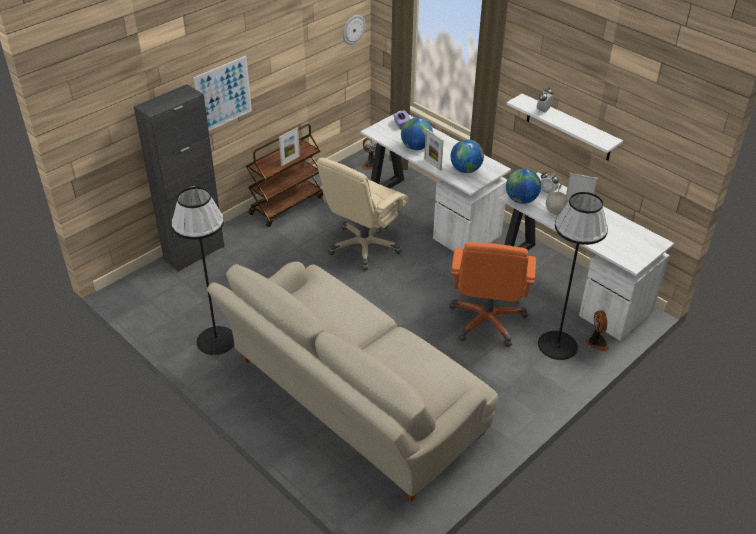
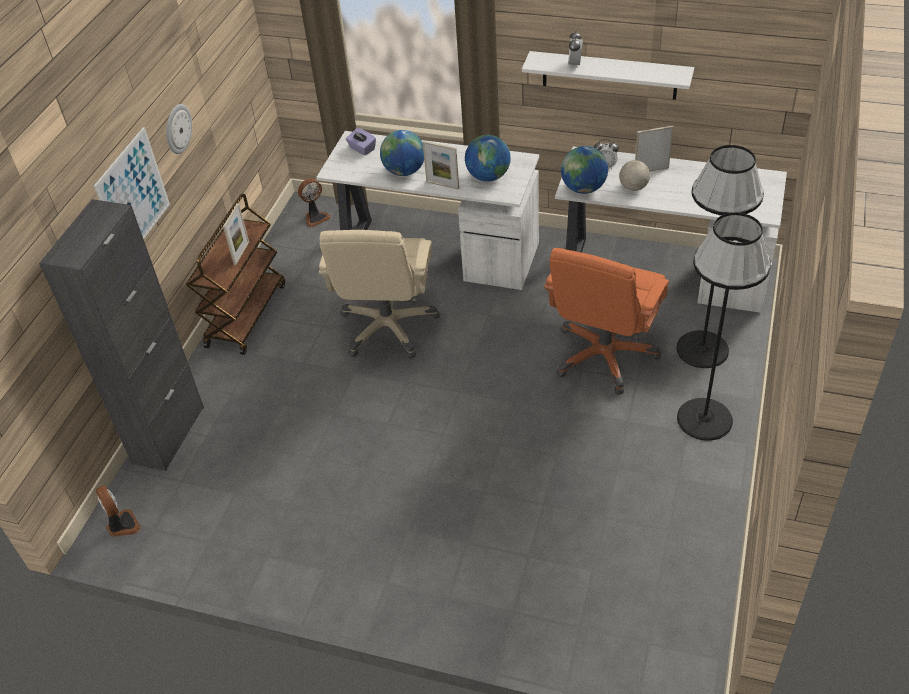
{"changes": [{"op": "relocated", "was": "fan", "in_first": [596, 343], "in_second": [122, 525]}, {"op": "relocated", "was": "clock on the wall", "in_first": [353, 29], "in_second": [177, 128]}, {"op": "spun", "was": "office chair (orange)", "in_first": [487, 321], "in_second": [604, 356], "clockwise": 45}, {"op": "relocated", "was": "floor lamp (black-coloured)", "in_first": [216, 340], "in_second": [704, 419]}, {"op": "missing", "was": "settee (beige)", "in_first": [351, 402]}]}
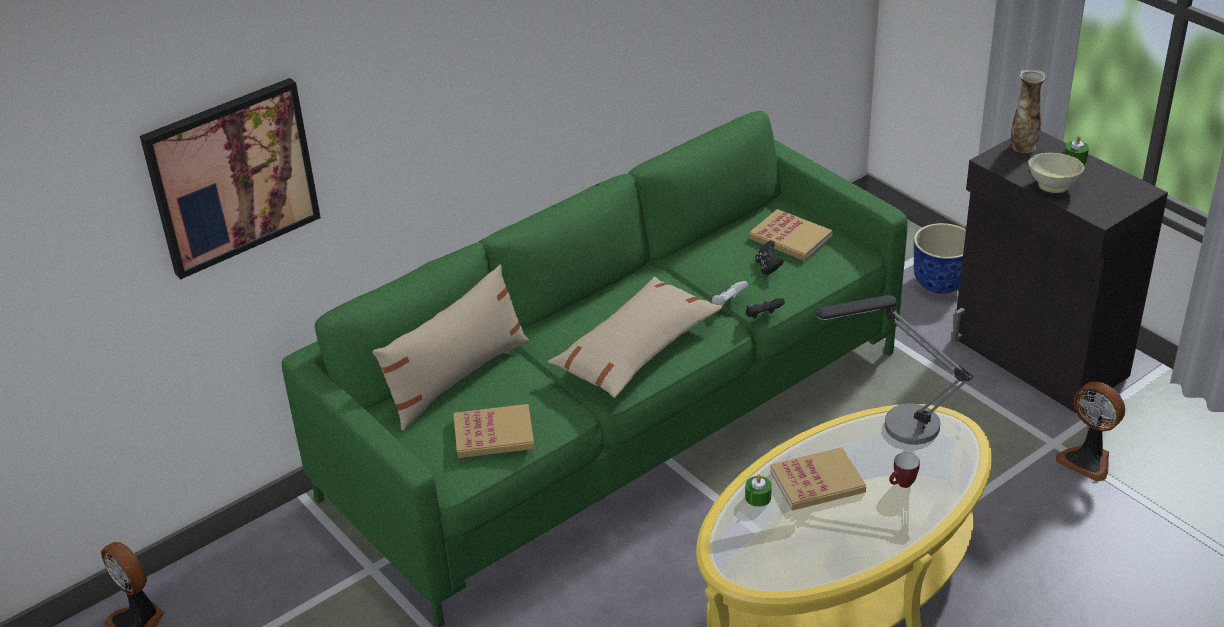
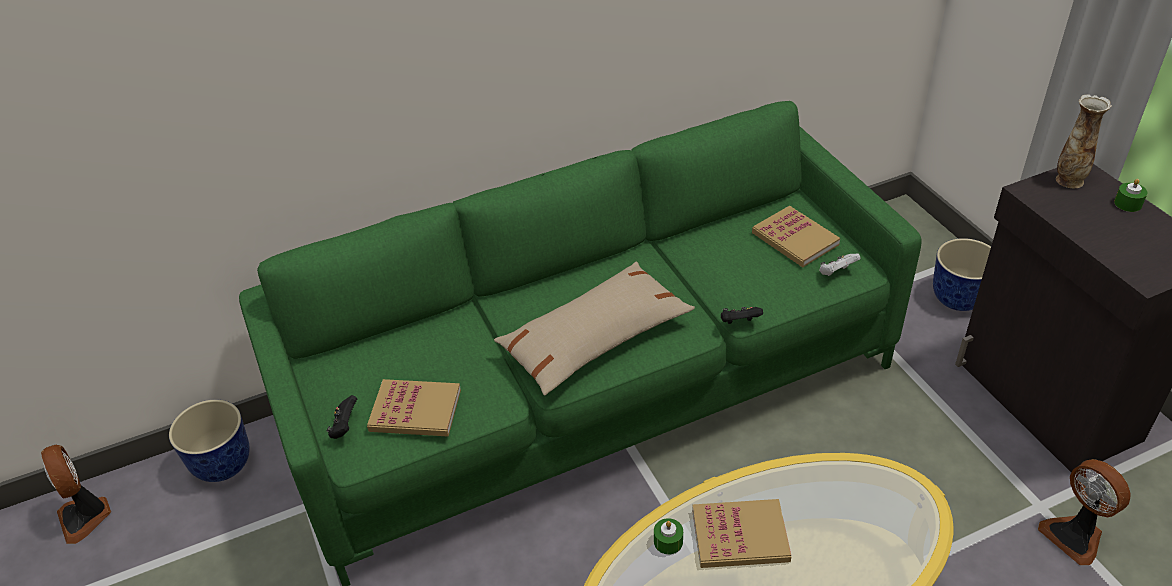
{"changes": [{"op": "appeared", "now": "flower pot", "in_second": [223, 464]}, {"op": "relocated", "was": "joypad (black-coloured)", "in_first": [768, 267], "in_second": [344, 427]}, {"op": "relocated", "was": "joypad (white-coloured)", "in_first": [728, 302], "in_second": [836, 272]}, {"op": "missing", "was": "wall picture", "in_first": [232, 176]}, {"op": "missing", "was": "throw pillow (beige)", "in_first": [456, 378]}, {"op": "missing", "was": "tabletop lamp", "in_first": [894, 427]}, {"op": "missing", "was": "mug", "in_first": [902, 485]}, {"op": "missing", "was": "serving bowl (beige)", "in_first": [1053, 186]}]}
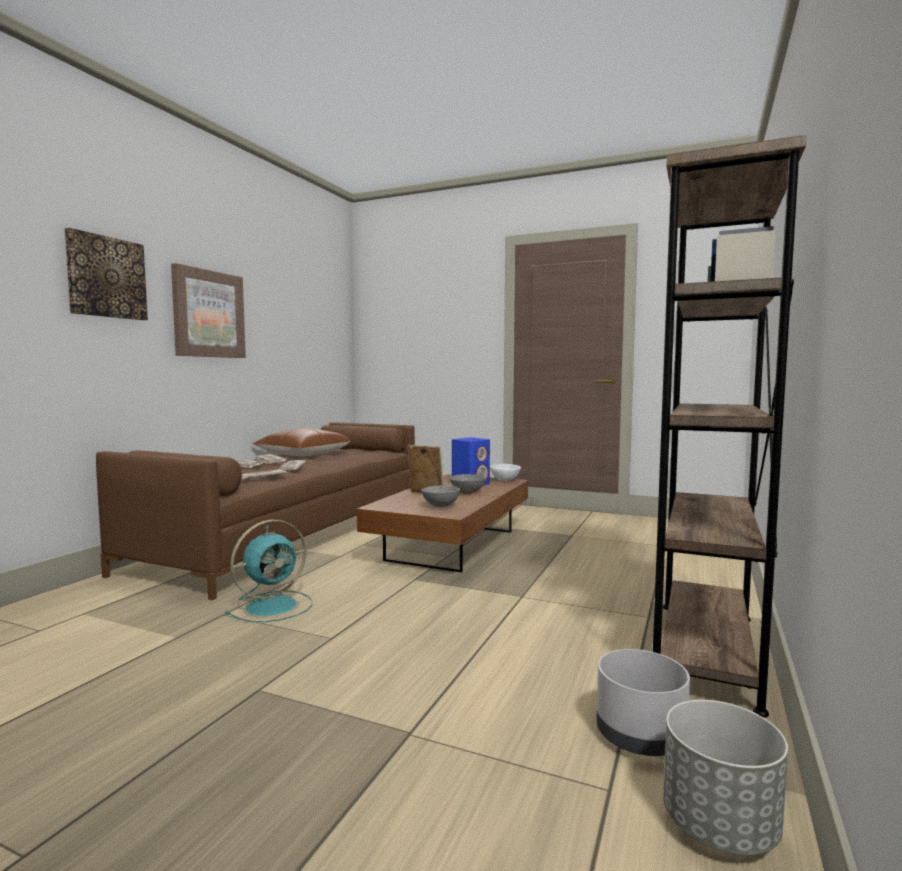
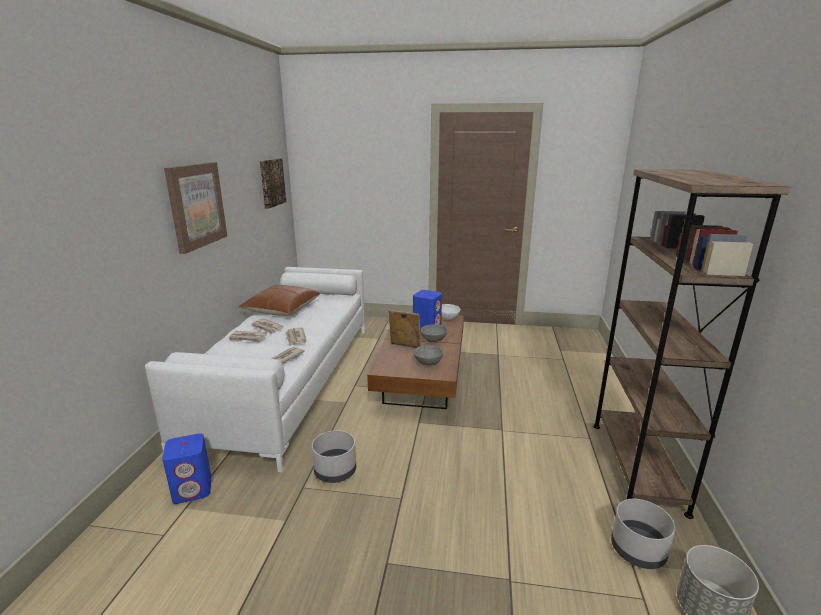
{"changes": [{"op": "colour", "was": "settee (brownish)", "now": "settee (white-coloured)", "in_first": [291, 534], "in_second": [288, 380]}, {"op": "appeared", "now": "loudspeaker (bluish)", "in_second": [193, 489]}, {"op": "relocated", "was": "wall picture", "in_first": [106, 277], "in_second": [271, 182]}, {"op": "exchanged", "was": "fan (turquoise-coloured)", "now": "flower pot (grey)", "in_first": [274, 606], "in_second": [335, 471]}]}
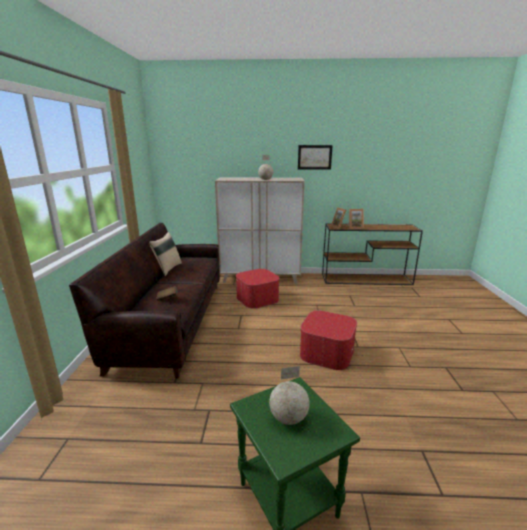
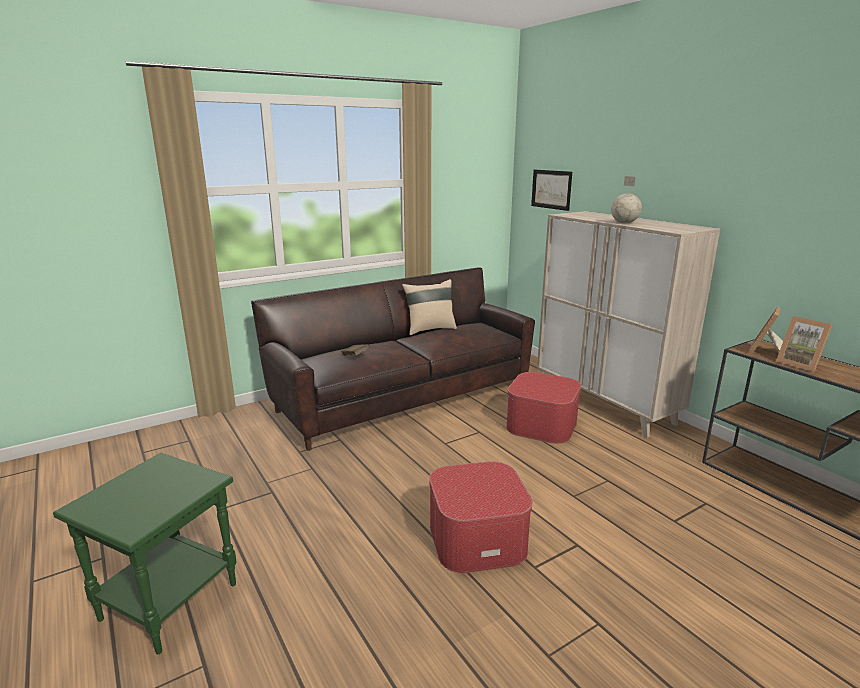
{"changes": [{"op": "relocated", "was": "wall picture", "in_first": [314, 157], "in_second": [551, 189]}, {"op": "missing", "was": "world globe", "in_first": [289, 418]}]}
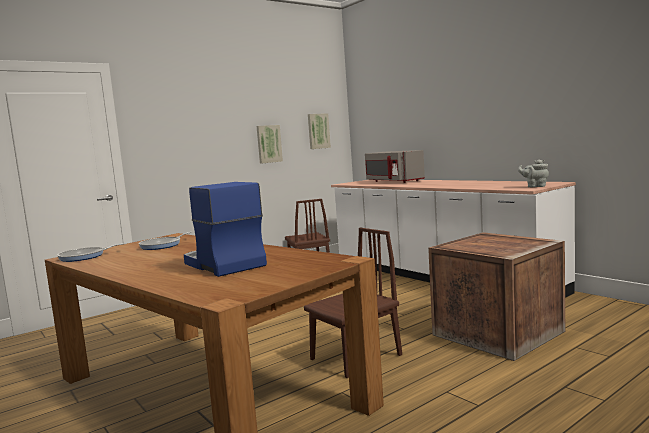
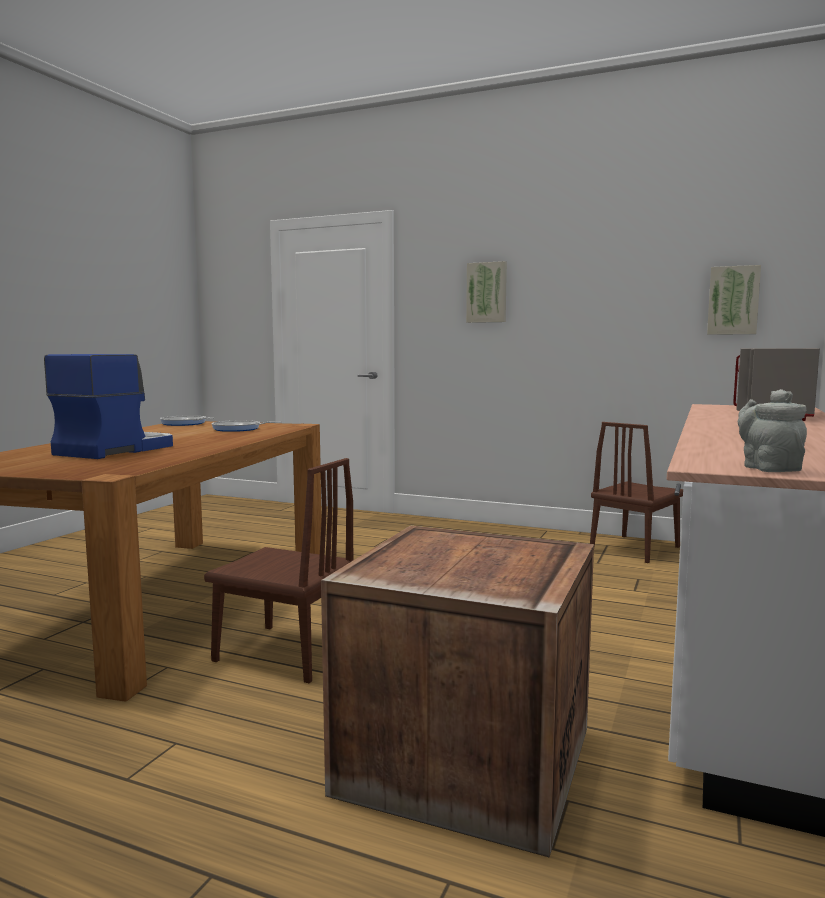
{"changes": [{"op": "relocated", "was": "wall picture", "in_first": [268, 144], "in_second": [487, 292]}]}
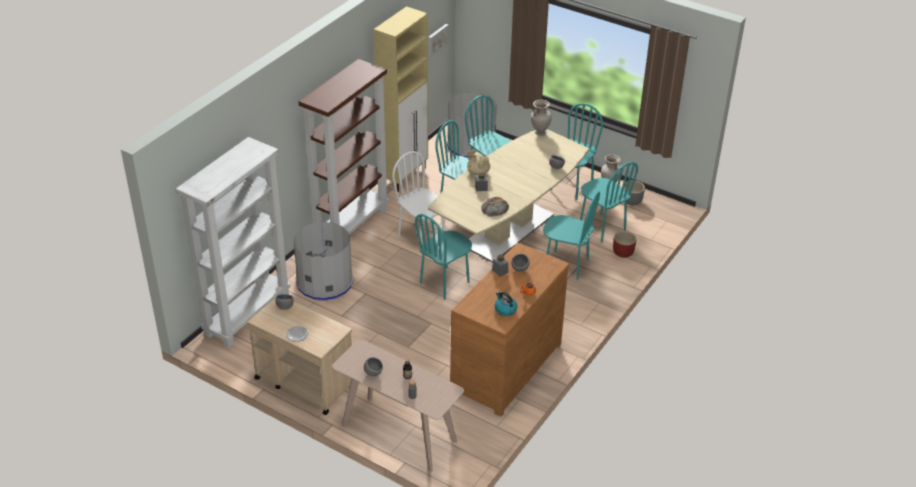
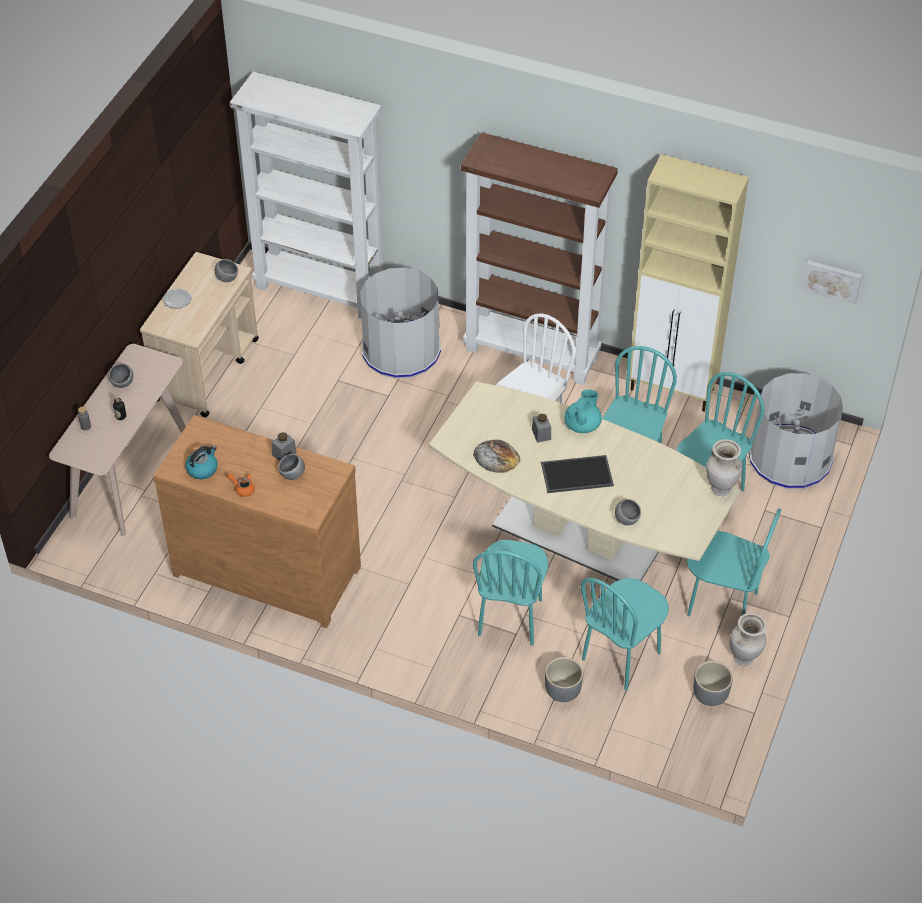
{"changes": [{"op": "appeared", "now": "carrying tray", "in_second": [576, 475]}, {"op": "colour", "was": "flower pot (reddish)", "now": "flower pot (grey)", "in_first": [623, 253], "in_second": [562, 691]}, {"op": "colour", "was": "tea pot (beige)", "now": "tea pot (turquoise-coloured)", "in_first": [478, 172], "in_second": [582, 425]}, {"op": "missing", "was": "chair (turquoise-coloured)", "in_first": [445, 283]}]}
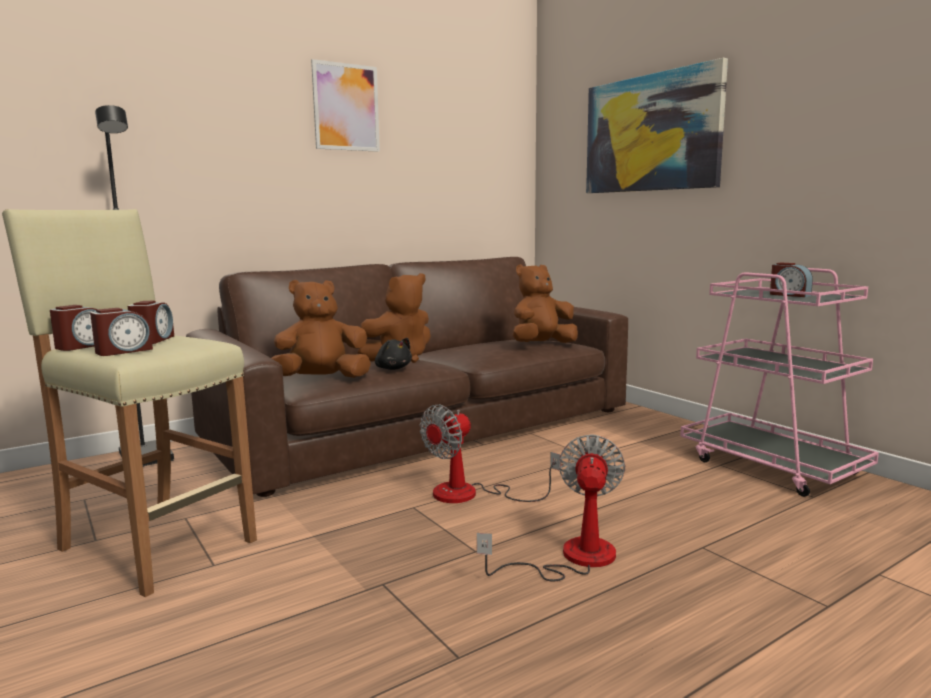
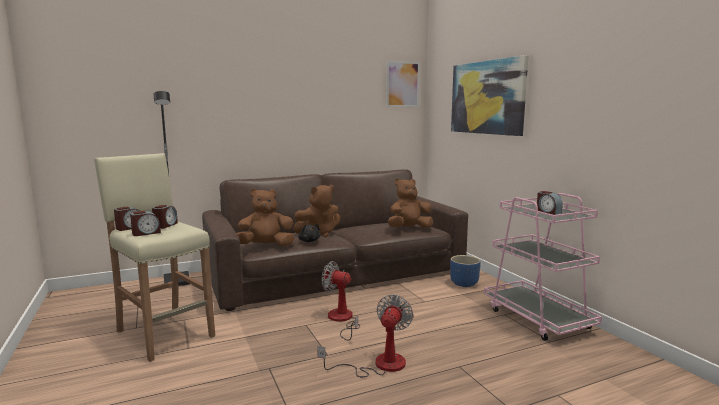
{"changes": [{"op": "spun", "was": "fan", "in_first": [471, 494], "in_second": [342, 320], "clockwise": 60}, {"op": "relocated", "was": "wall picture", "in_first": [346, 107], "in_second": [402, 84]}, {"op": "appeared", "now": "flower pot (bluish)", "in_second": [464, 284]}]}
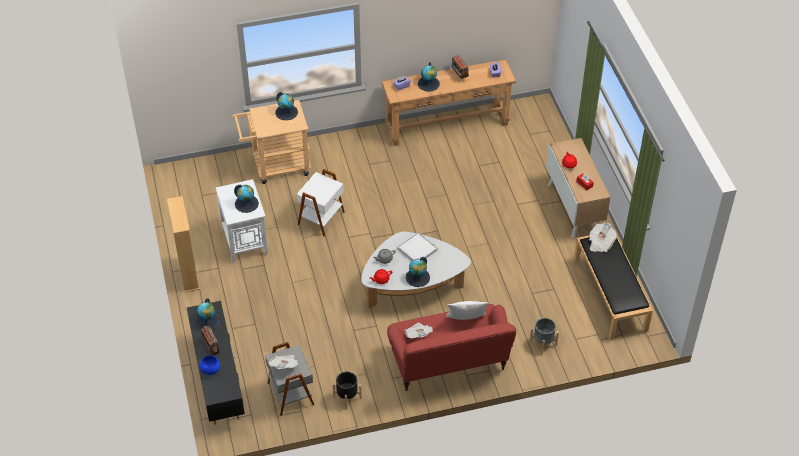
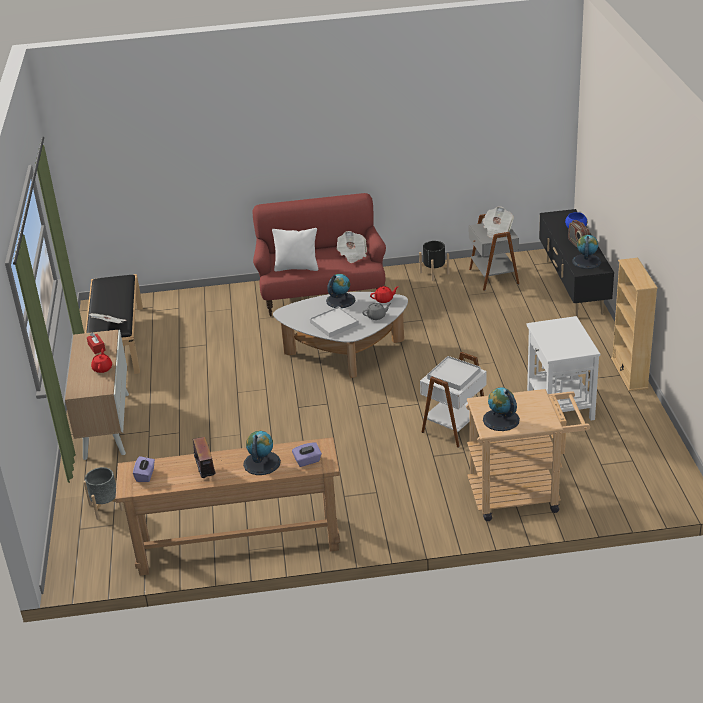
{"changes": [{"op": "relocated", "was": "flower pot (grey)", "in_first": [543, 343], "in_second": [106, 507]}, {"op": "appeared", "now": "carrying tray (white-coloured)", "in_second": [454, 375]}, {"op": "missing", "was": "world globe", "in_first": [246, 203]}]}
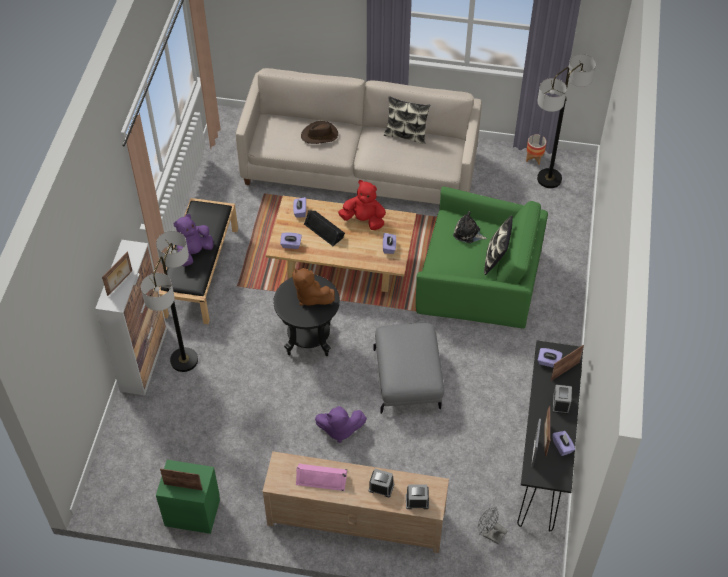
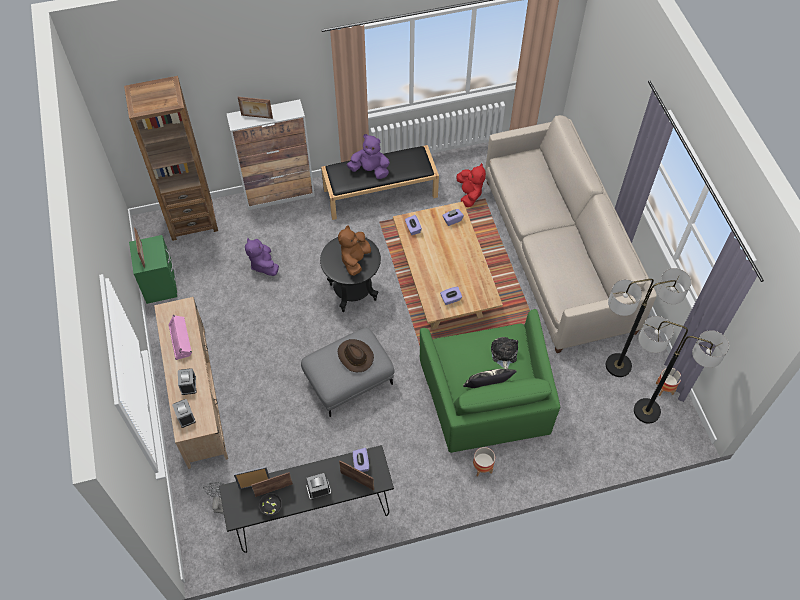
{"changes": [{"op": "appeared", "now": "bookcase (brownish)", "in_second": [192, 220]}, {"op": "relocated", "was": "plush toy (purple-coloured)", "in_first": [339, 430], "in_second": [263, 264]}, {"op": "exchanged", "was": "tissue holder (purple-coloured)", "now": "serving bowl (black-coloured)", "in_first": [562, 447], "in_second": [271, 507]}, {"op": "relocated", "was": "clothing hat (brownish)", "in_first": [320, 135], "in_second": [355, 356]}, {"op": "relocated", "was": "plush toy (reddish)", "in_first": [364, 220], "in_second": [469, 194]}, {"op": "appeared", "now": "flower pot", "in_second": [482, 468]}, {"op": "relocated", "was": "floor lamp", "in_first": [184, 360], "in_second": [618, 365]}, {"op": "missing", "was": "loudspeaker (black-coloured)", "in_first": [324, 230]}, {"op": "missing", "was": "throw pillow", "in_first": [406, 135]}]}
